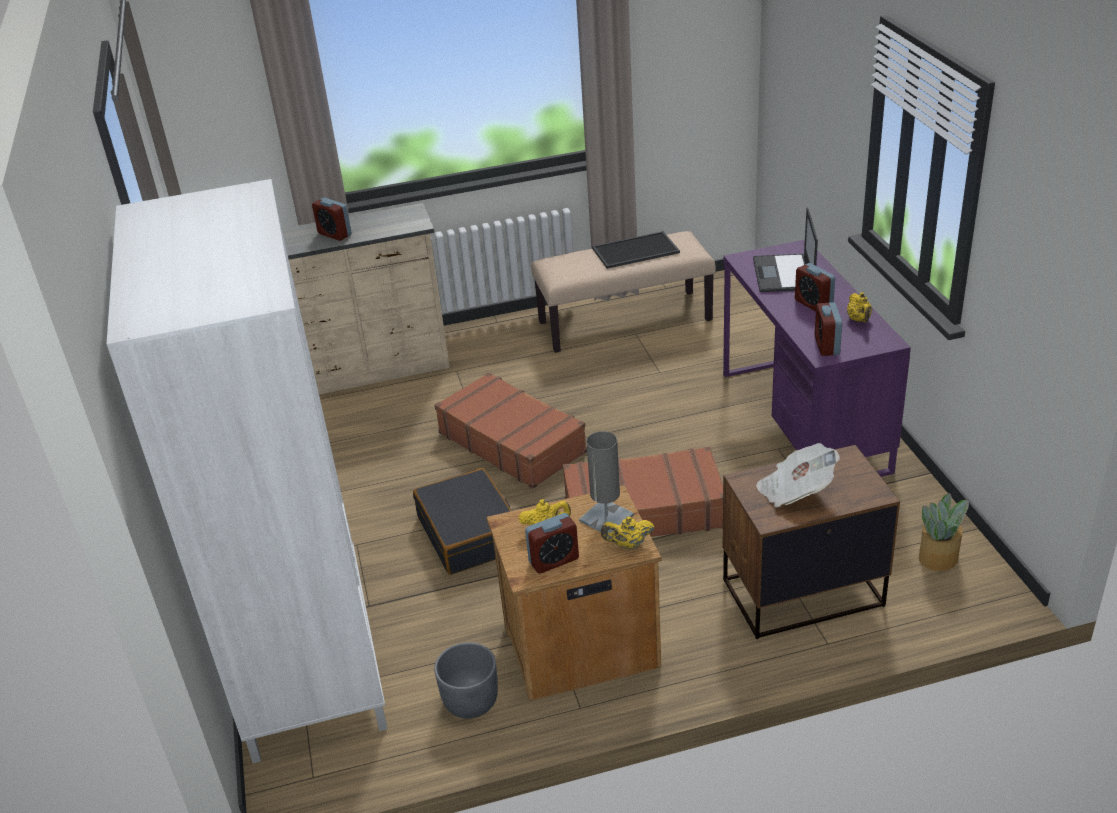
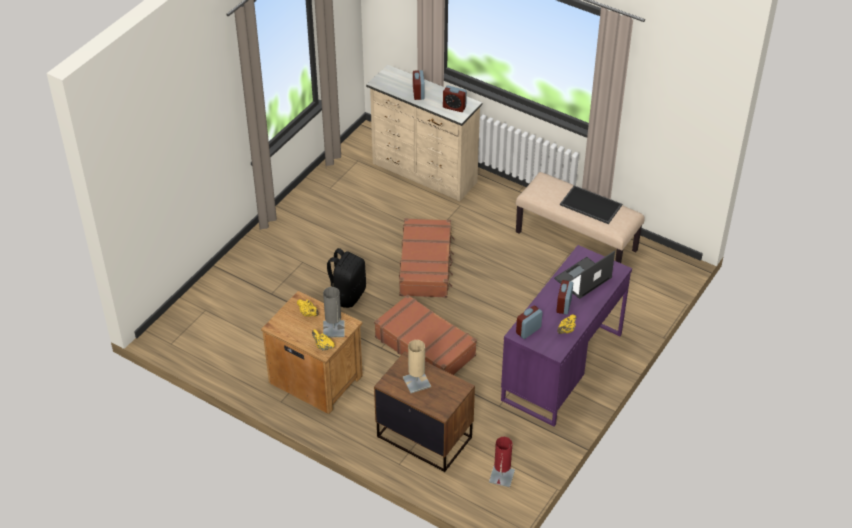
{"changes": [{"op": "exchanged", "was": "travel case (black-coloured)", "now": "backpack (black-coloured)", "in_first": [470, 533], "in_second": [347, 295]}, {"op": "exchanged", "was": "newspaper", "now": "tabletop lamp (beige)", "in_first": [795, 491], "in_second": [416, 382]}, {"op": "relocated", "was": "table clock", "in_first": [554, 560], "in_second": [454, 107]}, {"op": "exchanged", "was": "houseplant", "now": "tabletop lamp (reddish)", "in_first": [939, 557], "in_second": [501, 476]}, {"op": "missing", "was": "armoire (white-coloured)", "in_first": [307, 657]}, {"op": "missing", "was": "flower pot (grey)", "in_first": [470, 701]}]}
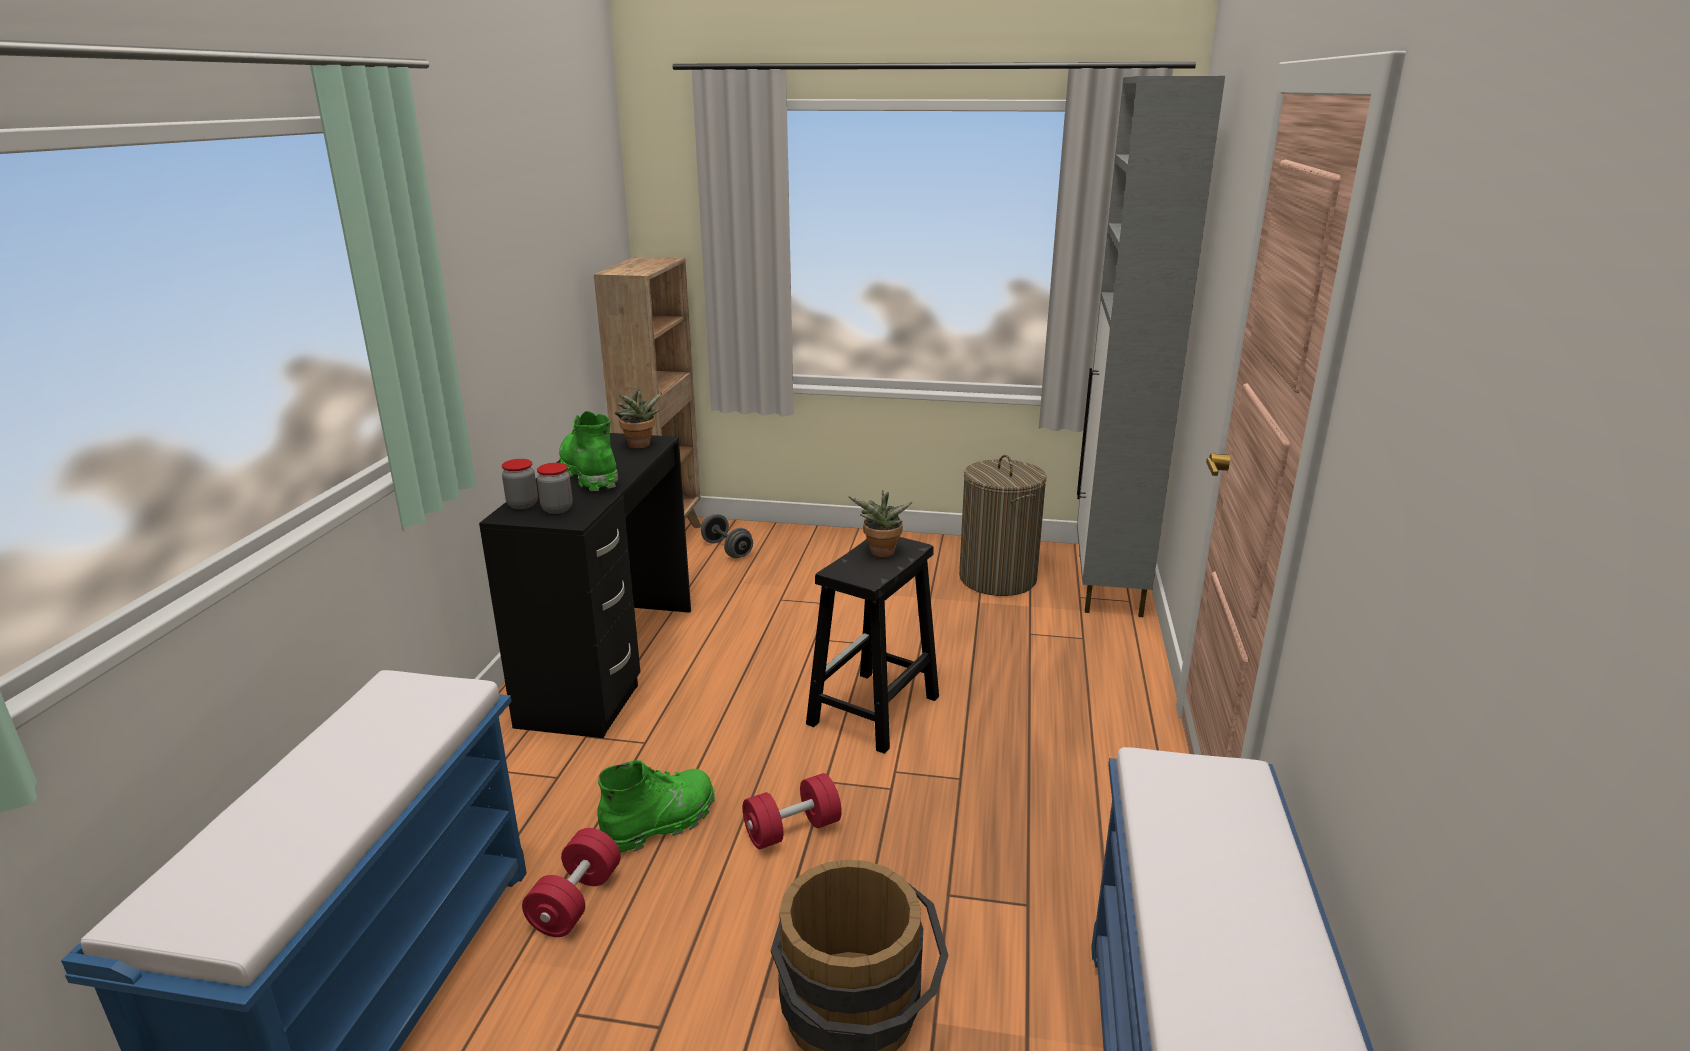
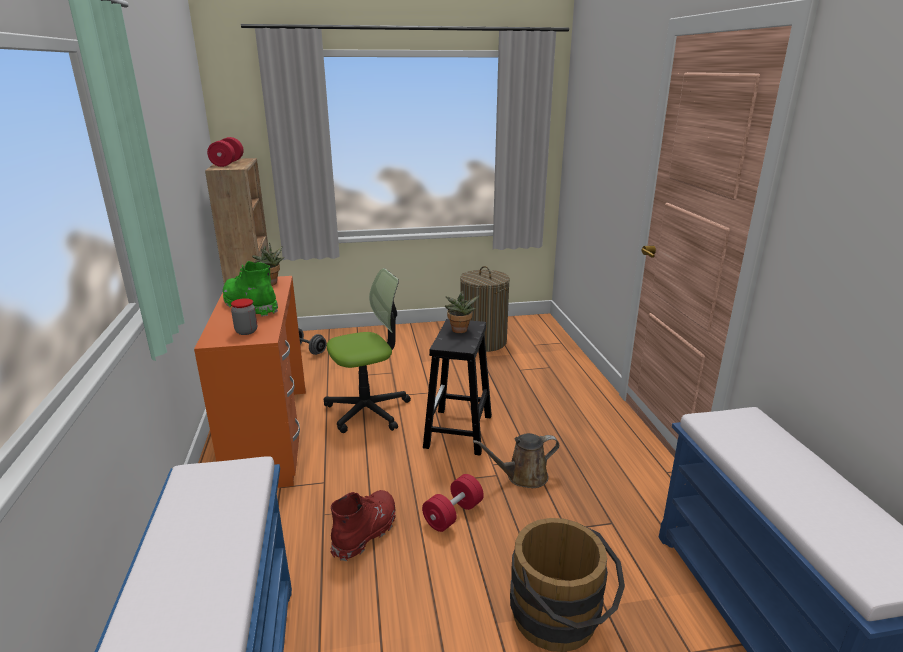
{"changes": [{"op": "colour", "was": "desk (black-coloured)", "now": "desk (orange)", "in_first": [610, 663], "in_second": [269, 436]}, {"op": "relocated", "was": "dumbbell (reddish)", "in_first": [575, 901], "in_second": [227, 163]}, {"op": "appeared", "now": "office chair", "in_second": [368, 410]}, {"op": "colour", "was": "high-top boot (green-coloured)", "now": "high-top boot (reddish)", "in_first": [660, 823], "in_second": [366, 532]}, {"op": "appeared", "now": "sprinkling can (brownish)", "in_second": [523, 476]}, {"op": "missing", "was": "storage jar", "in_first": [522, 505]}, {"op": "missing", "was": "cupboard (grey)", "in_first": [1108, 585]}]}
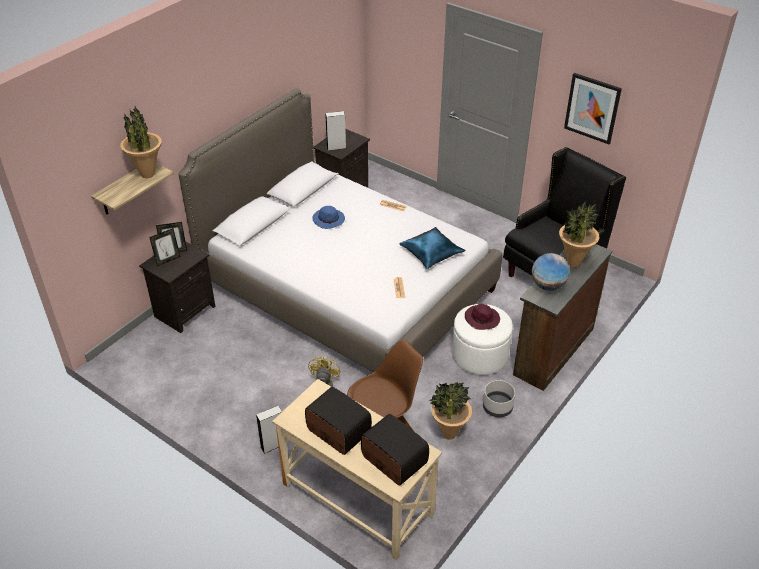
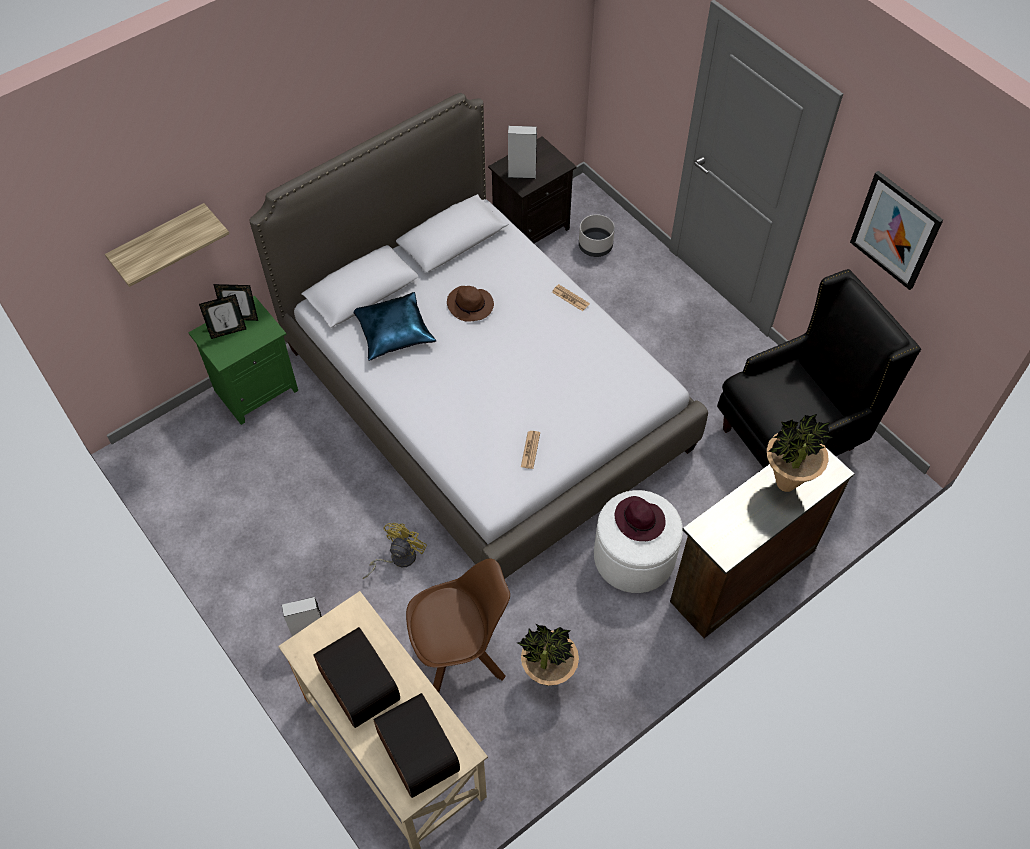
{"changes": [{"op": "colour", "was": "nightstand (black-coloured)", "now": "nightstand (green-coloured)", "in_first": [185, 310], "in_second": [256, 389]}, {"op": "relocated", "was": "throw pillow (bluish)", "in_first": [431, 253], "in_second": [394, 332]}, {"op": "colour", "was": "clothing hat (bluish)", "now": "clothing hat (brownish)", "in_first": [329, 220], "in_second": [471, 305]}, {"op": "relocated", "was": "flower pot (grey)", "in_first": [498, 407], "in_second": [596, 246]}, {"op": "missing", "was": "houseplant", "in_first": [148, 175]}, {"op": "missing", "was": "world globe", "in_first": [548, 285]}]}
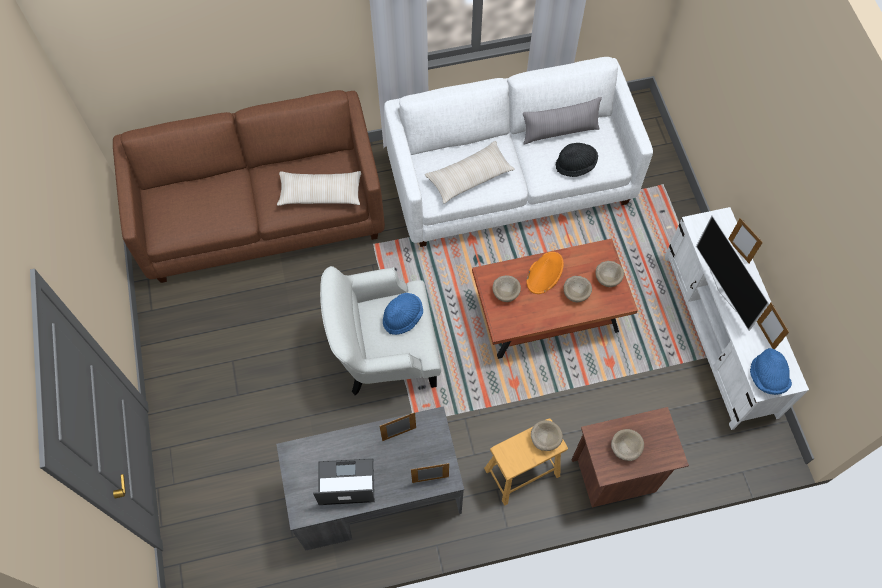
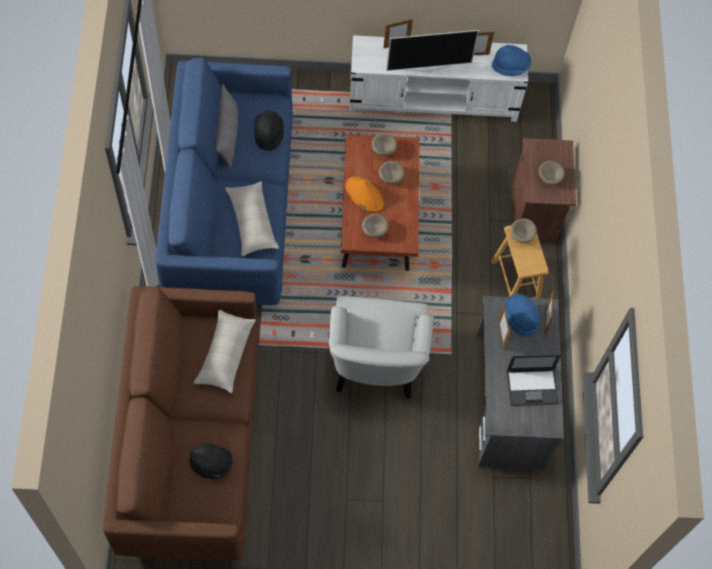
{"changes": [{"op": "colour", "was": "settee (white-coloured)", "now": "settee (bluish)", "in_first": [511, 181], "in_second": [230, 208]}, {"op": "appeared", "now": "clothing hat (black-coloured)", "in_second": [211, 464]}, {"op": "relocated", "was": "clothing hat (bluish)", "in_first": [402, 317], "in_second": [520, 318]}, {"op": "spun", "was": "portable computer", "in_first": [345, 482], "in_second": [532, 386], "clockwise": -105}]}
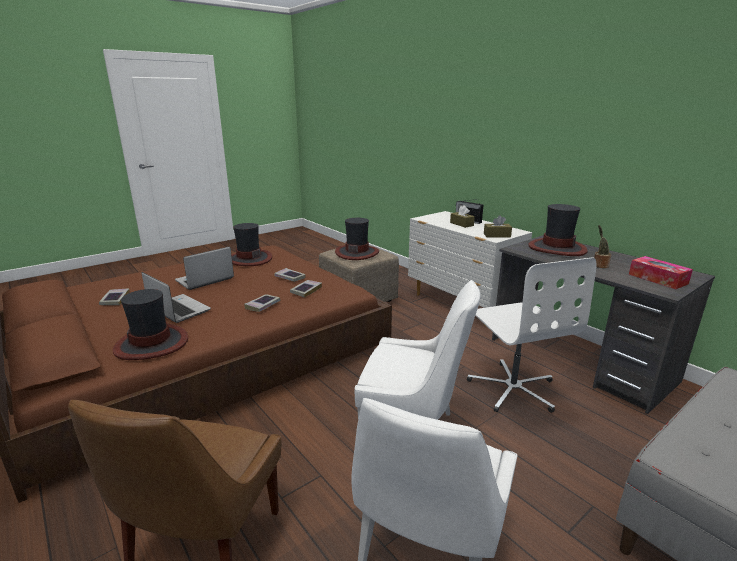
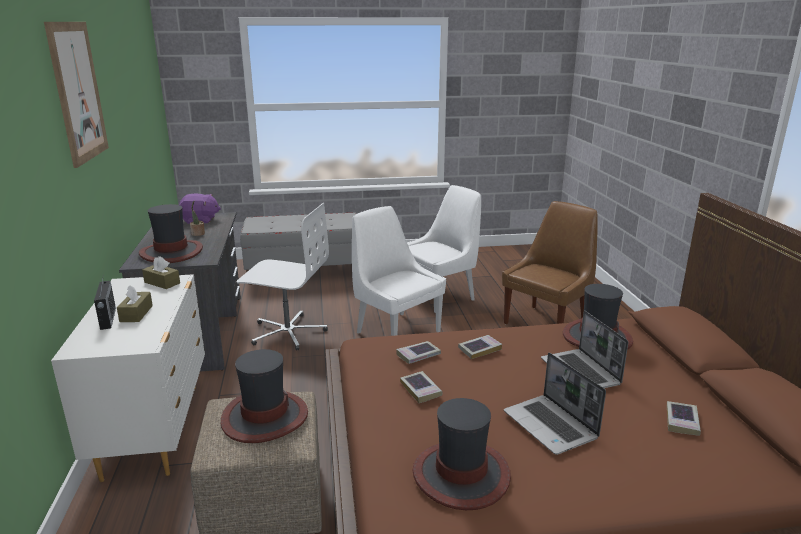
{"changes": [{"op": "appeared", "now": "wall picture", "in_second": [78, 92]}, {"op": "exchanged", "was": "tissue holder", "now": "plush toy (purple-coloured)", "in_first": [657, 279], "in_second": [200, 220]}, {"op": "spun", "was": "office chair (white-coloured)", "in_first": [513, 388], "in_second": [287, 332], "clockwise": 90}, {"op": "spun", "was": "portable computer", "in_first": [204, 280], "in_second": [551, 426], "clockwise": 75}]}
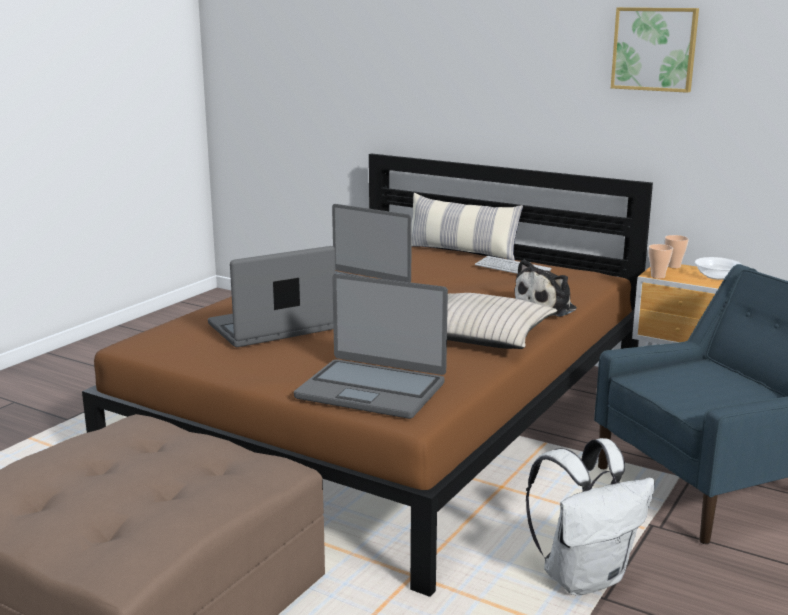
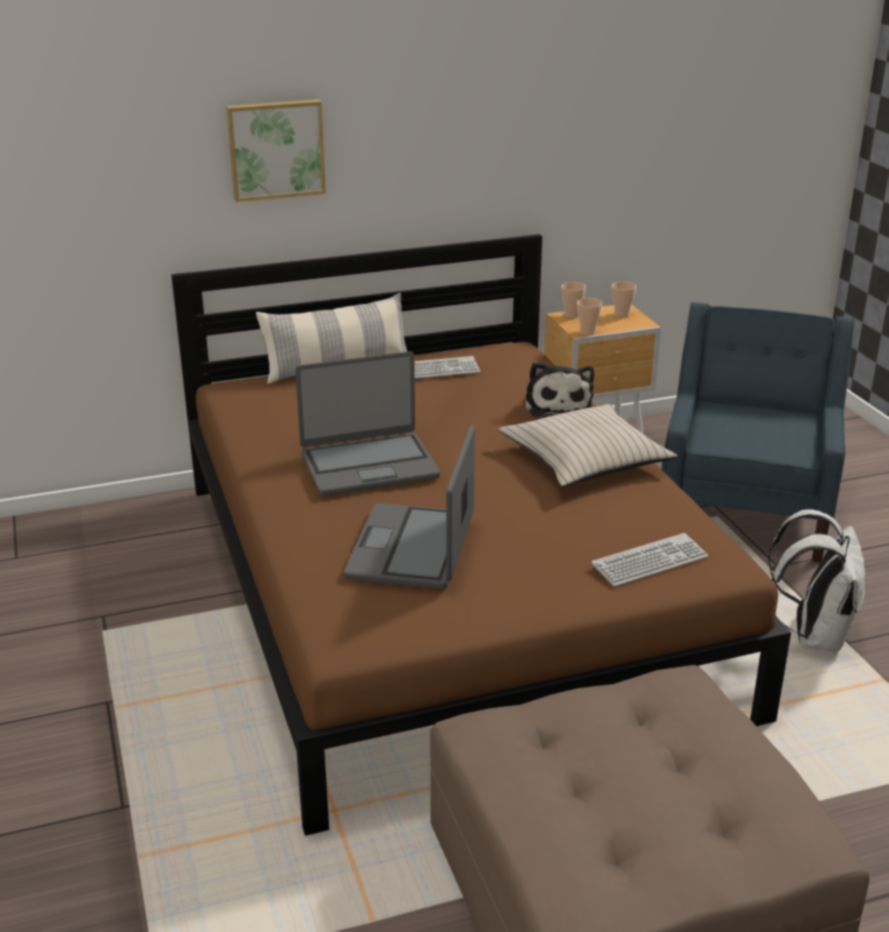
{"changes": [{"op": "relocated", "was": "wall picture", "in_first": [654, 49], "in_second": [276, 149]}, {"op": "exchanged", "was": "portable computer", "now": "PC keyboard", "in_first": [372, 389], "in_second": [649, 562]}, {"op": "exchanged", "was": "serving bowl", "now": "cup", "in_first": [717, 276], "in_second": [621, 315]}]}
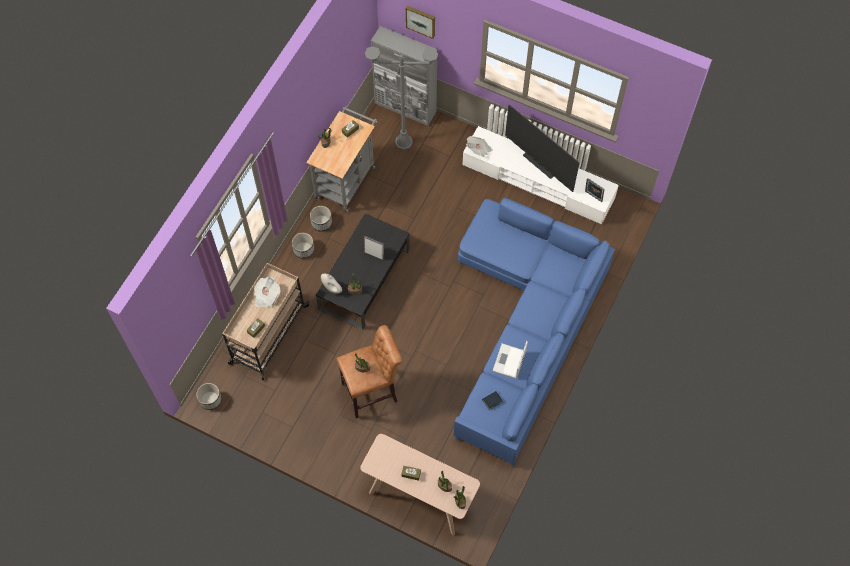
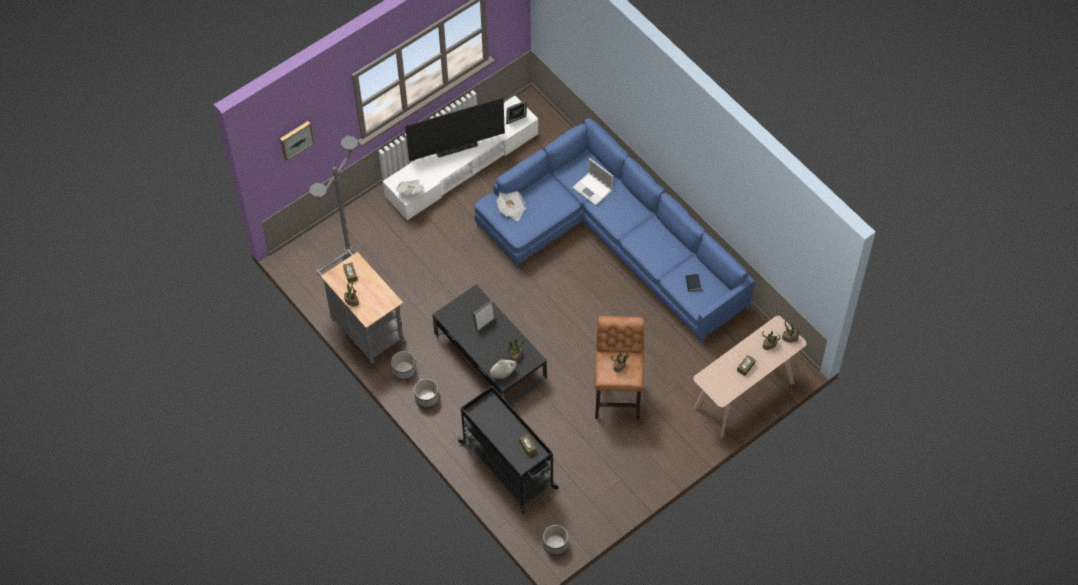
{"changes": [{"op": "colour", "was": "cart (beige)", "now": "cart (black-coloured)", "in_first": [268, 335], "in_second": [509, 466]}, {"op": "relocated", "was": "newspaper", "in_first": [266, 296], "in_second": [511, 209]}, {"op": "relocated", "was": "portable computer", "in_first": [509, 362], "in_second": [593, 189]}, {"op": "missing", "was": "cupboard (grey)", "in_first": [405, 107]}]}
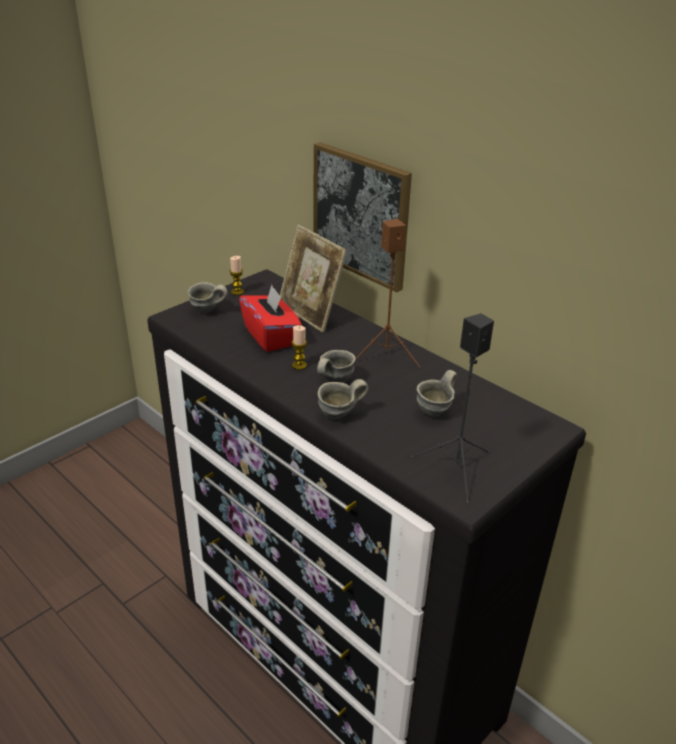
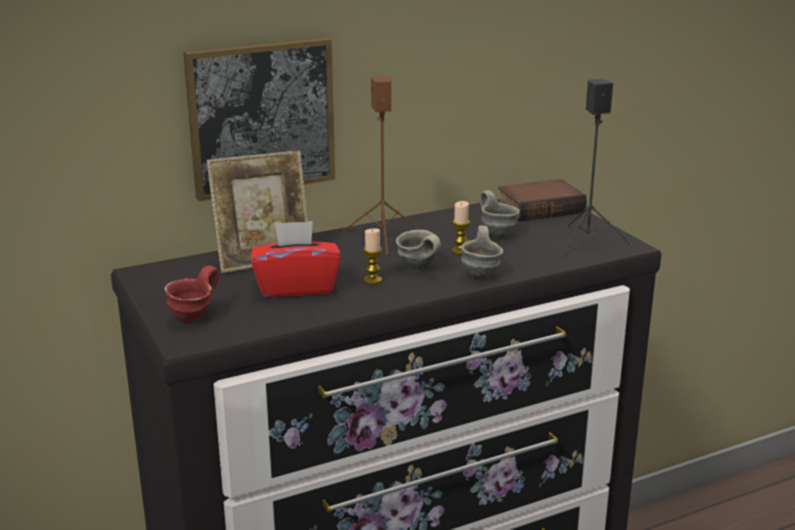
{"changes": [{"op": "colour", "was": "mug (grey)", "now": "mug (reddish)", "in_first": [207, 312], "in_second": [196, 317]}, {"op": "relocated", "was": "wax light", "in_first": [237, 292], "in_second": [460, 251]}, {"op": "appeared", "now": "book", "in_second": [540, 207]}]}
